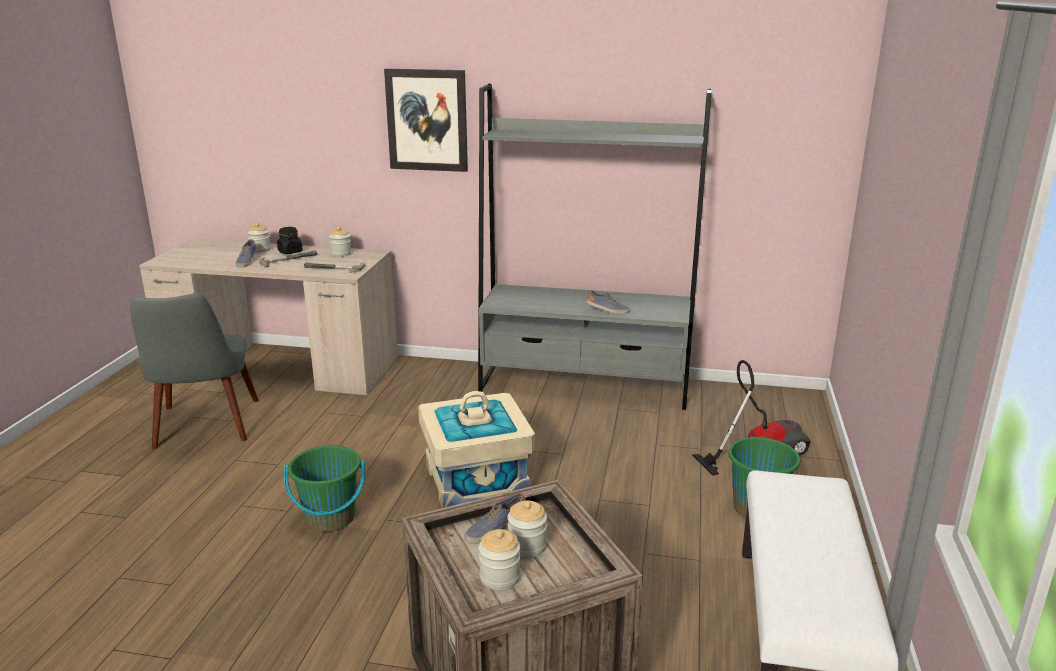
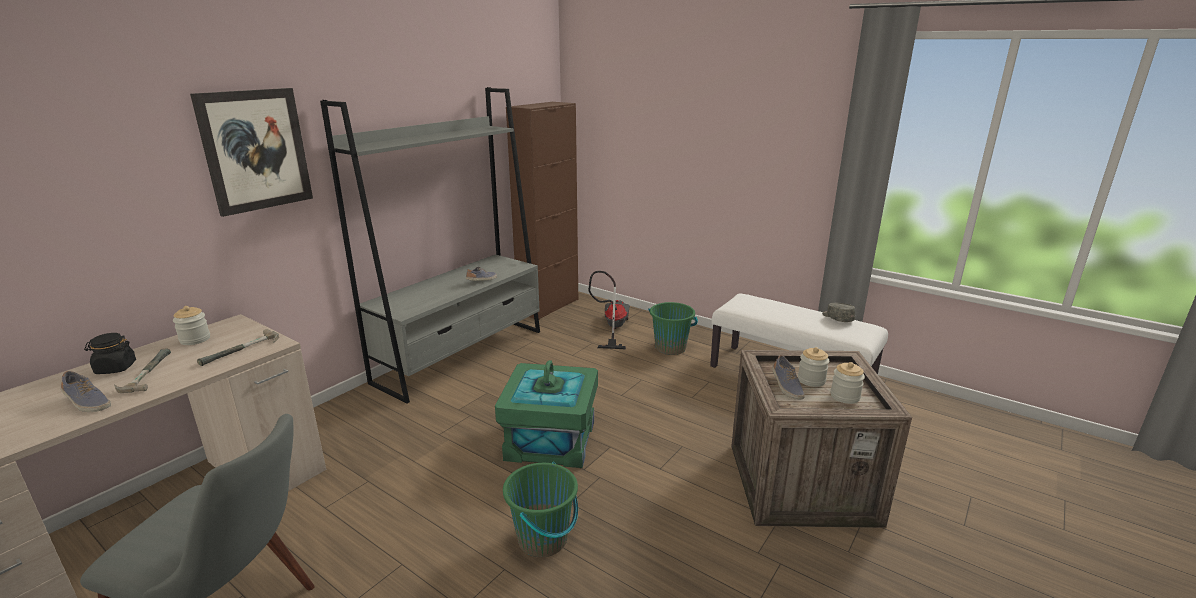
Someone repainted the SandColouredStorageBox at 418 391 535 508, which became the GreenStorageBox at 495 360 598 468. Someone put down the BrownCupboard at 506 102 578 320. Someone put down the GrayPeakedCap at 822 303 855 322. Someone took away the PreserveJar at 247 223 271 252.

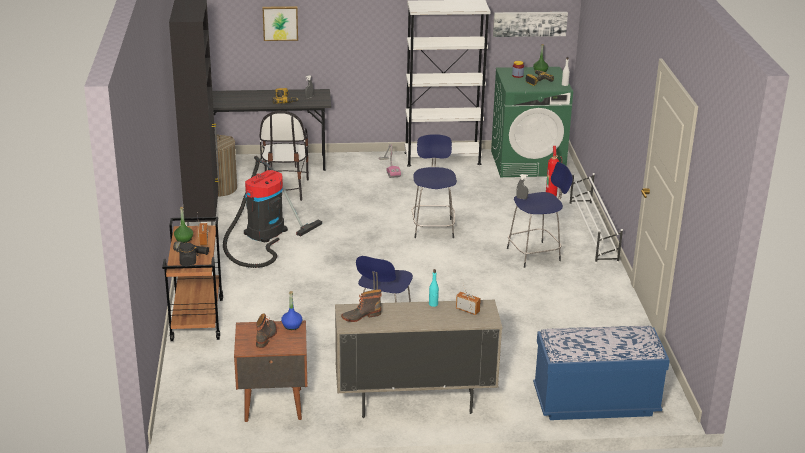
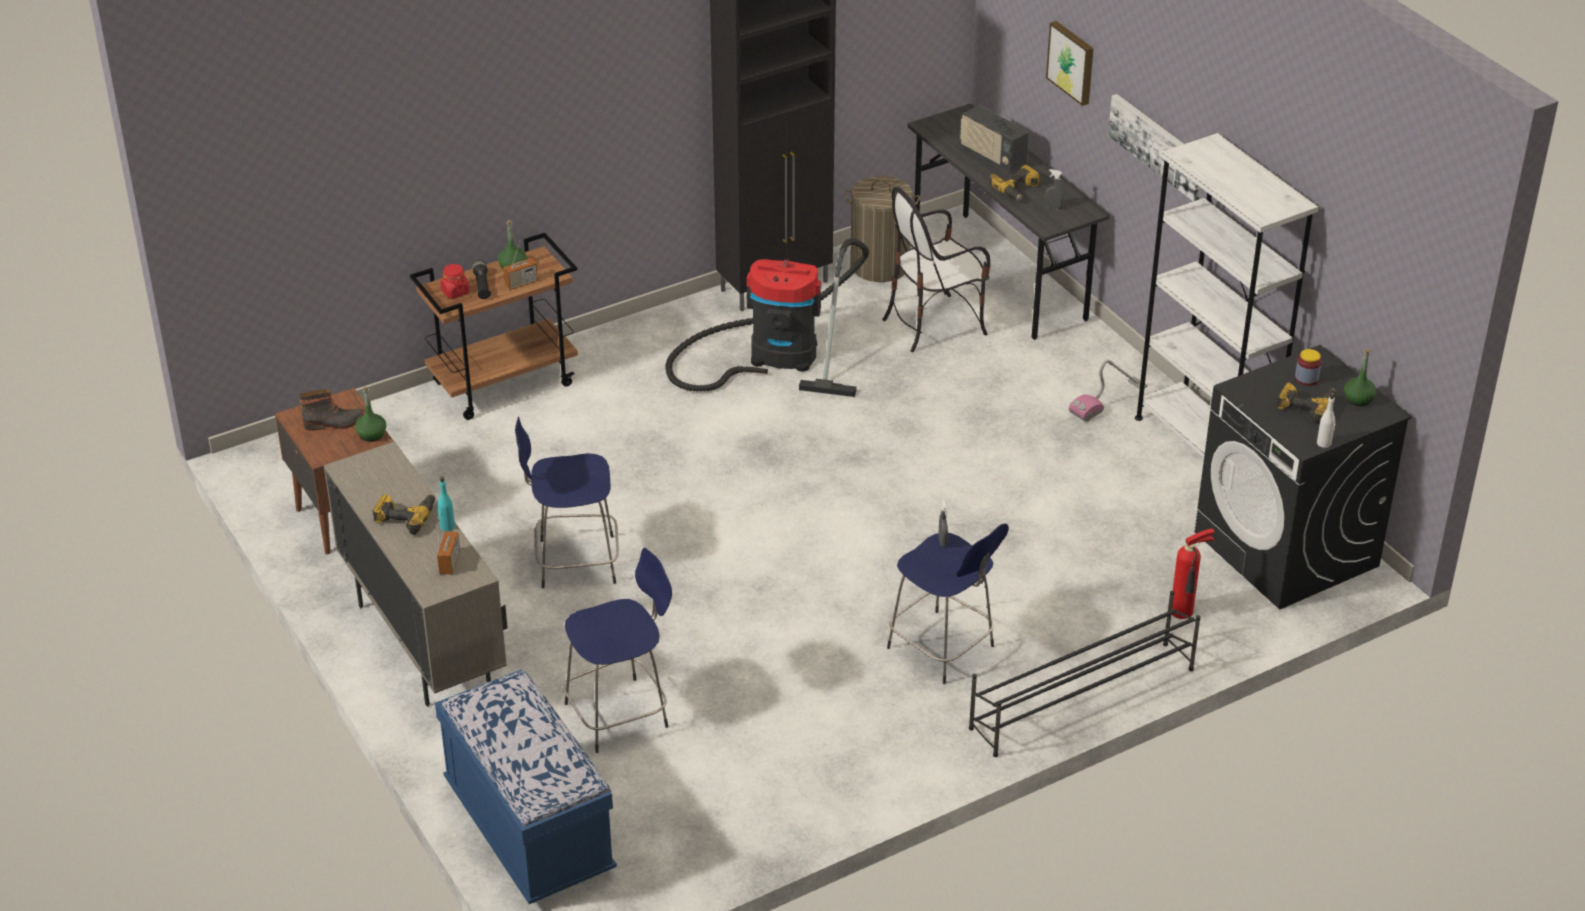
Someone repainted the BlueColouredBeverageBottle at 281 291 302 330, which became the GreenBeverageBottle at 355 387 387 442. Someone put down the PowerDrill at 373 494 435 535. Someone repainted the BlackPreserveJar at 176 243 198 265, which became the RedColouredPreserveJar at 440 264 470 299. Someone carried the BlueColouredStoolSeat from 412 134 457 238 to 563 548 672 753. Someone put down the Radio at 960 105 1029 172. Someone repainted the WhitishShoeStand at 569 173 623 264, which became the BlackShoeStand at 969 591 1200 757. Someone carried the WallArt from 493 12 568 37 to 1108 94 1201 201. Someone repainted the GreenWashingMachine at 491 67 573 177, which became the BlackWashingMachine at 1194 345 1412 609. Someone took away the HighTopBoot at 341 289 382 322.

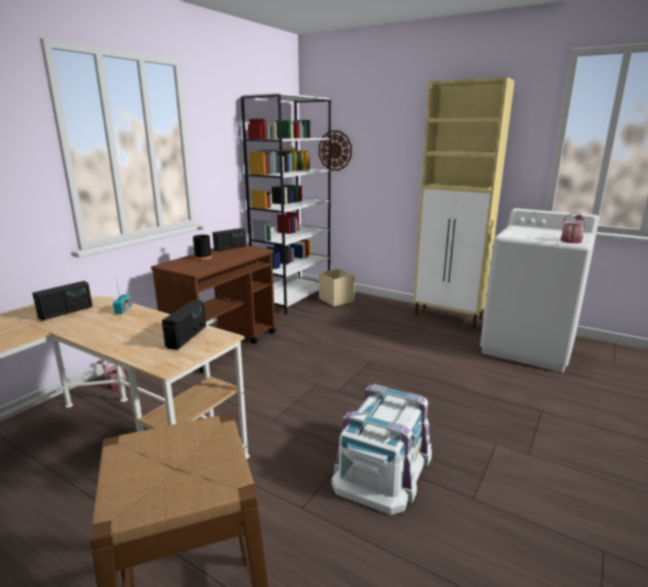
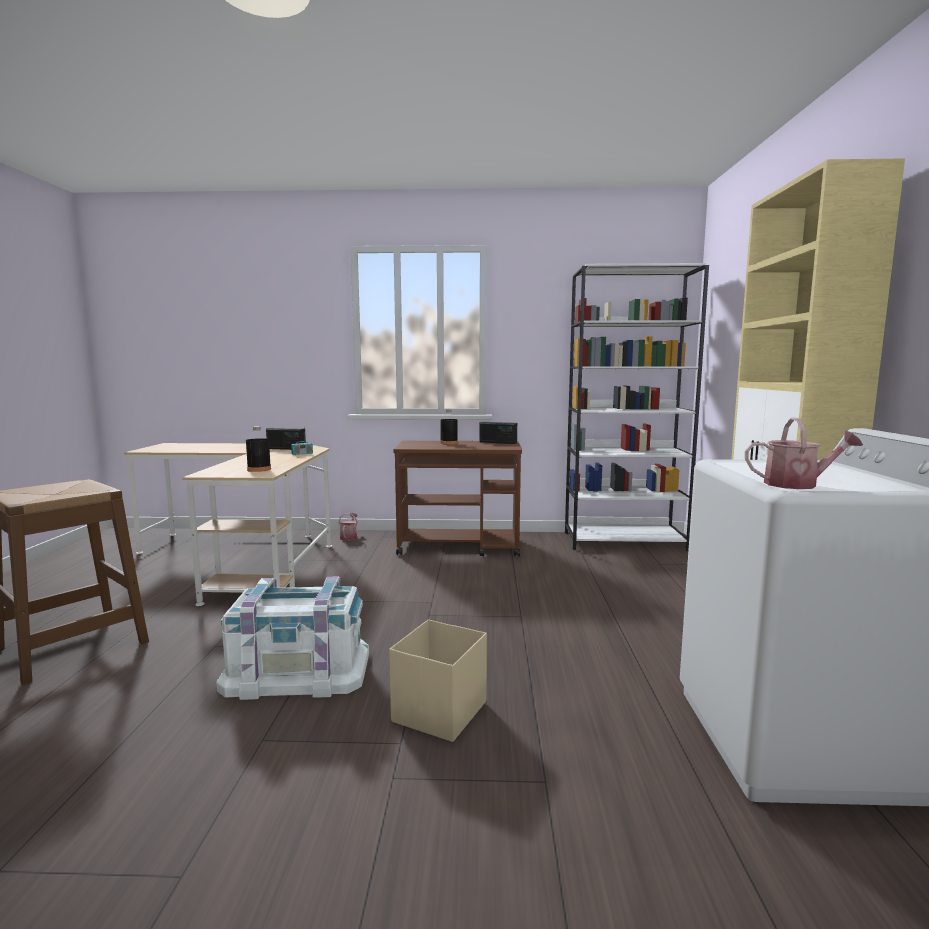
Someone swapped the Radio at 162 300 206 350 for the BlackBeverageBottle at 246 426 271 472. Someone carried the SandColouredStorageBox from 319 268 355 306 to 389 619 487 742. Someone took away the WallClock at 319 130 352 171.

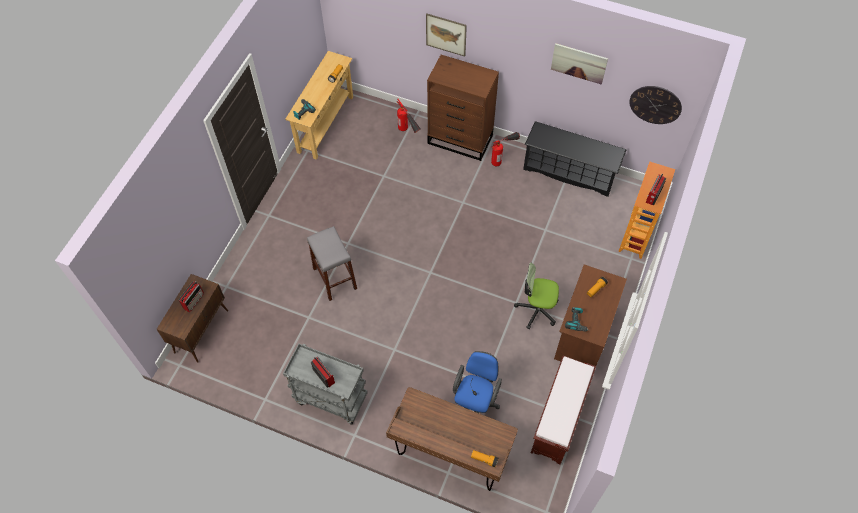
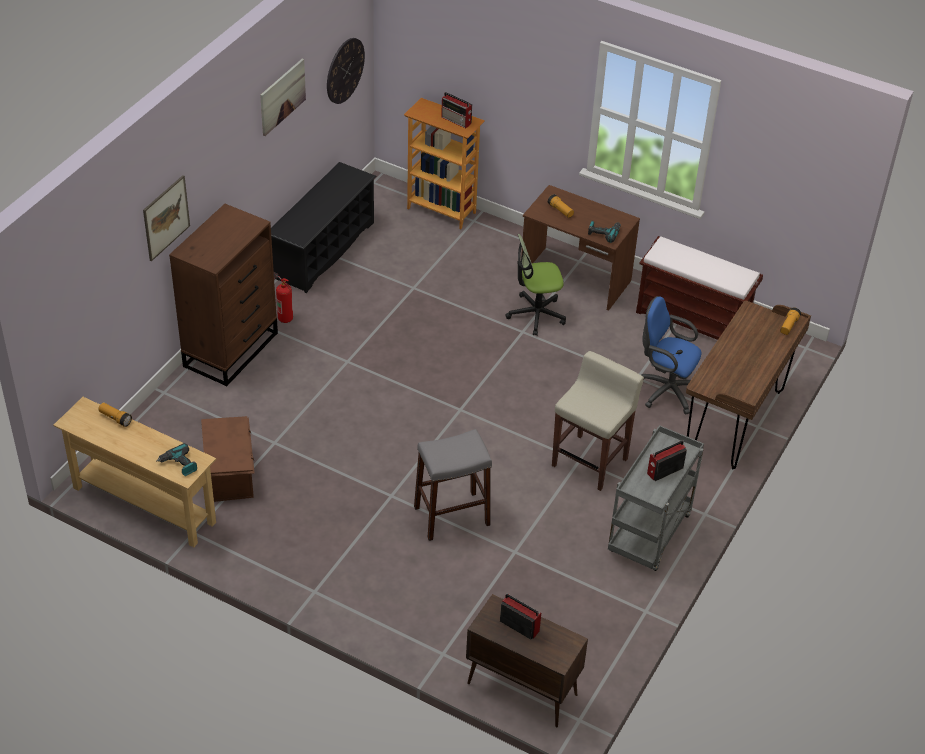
Someone put down the BrownStorageBox at 201 416 255 502. Someone rotated the OfficeChair at 514 263 559 329 by 60 degrees clockwise. Someone put down the SandColouredStoolSeat at 552 351 644 491. Someone took away the FireFightingCylinder at 397 99 421 133.

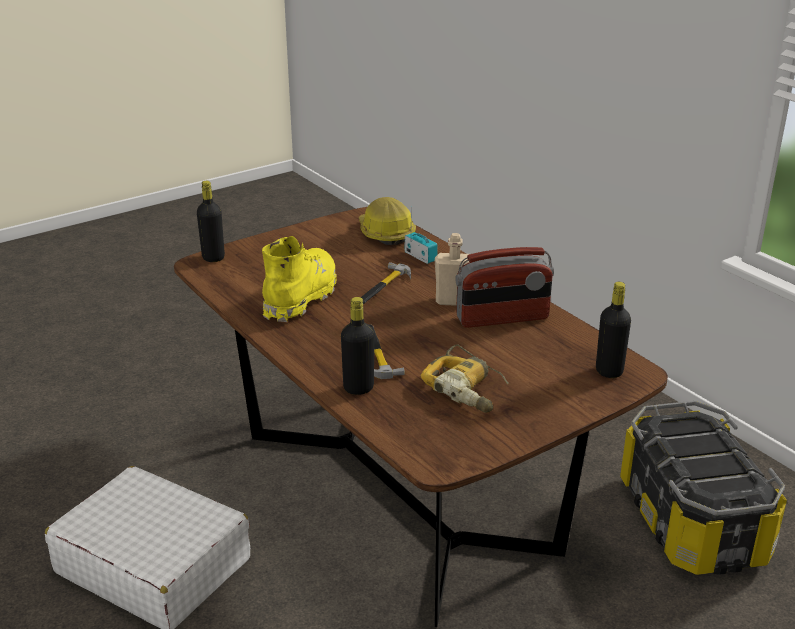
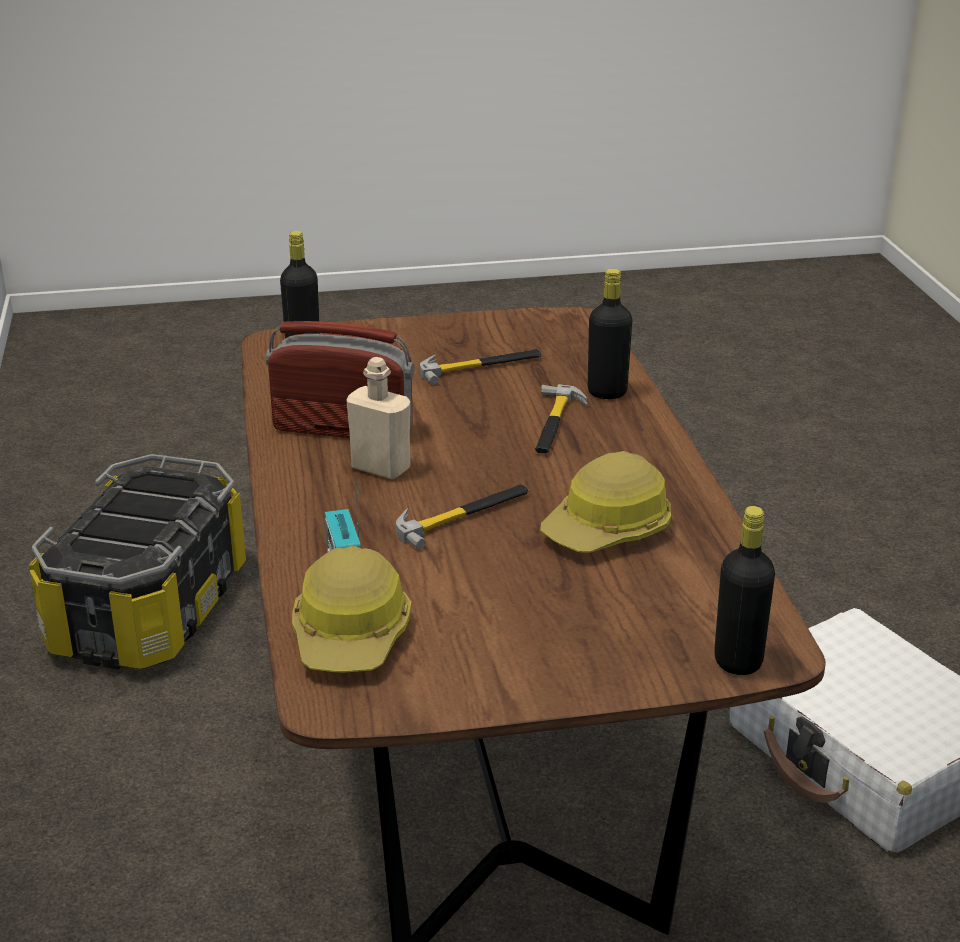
Someone swapped the PowerDrill at 421 344 509 413 for the HandHammer at 420 349 541 385. Someone swapped the YellowishHighTopBoot at 262 236 337 322 for the HardHat at 540 451 671 553.

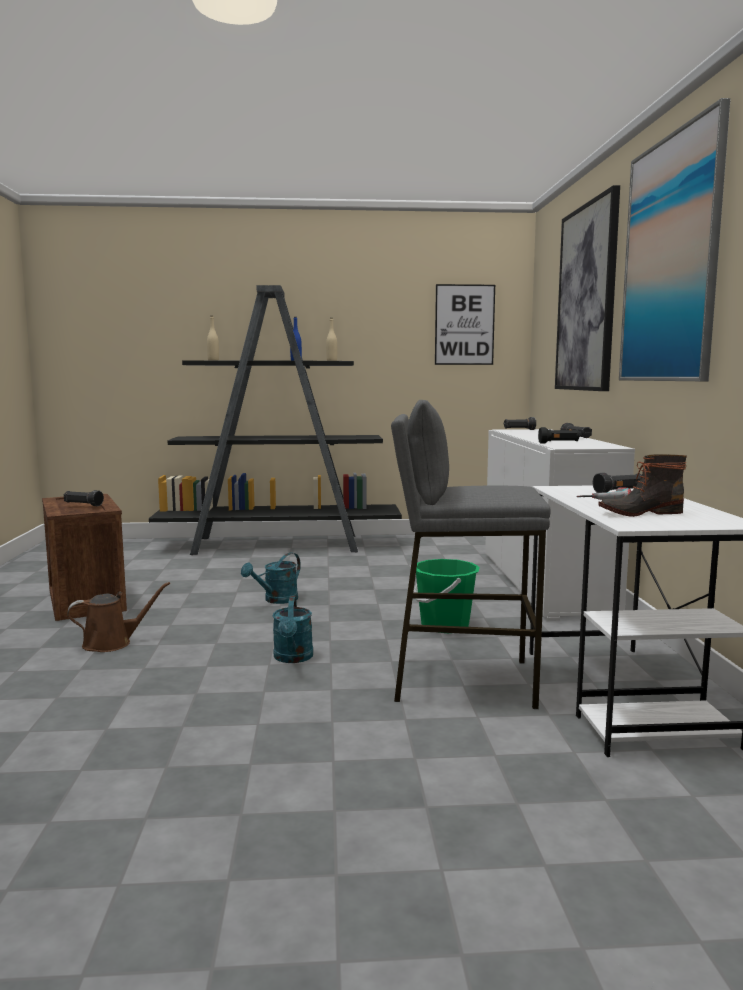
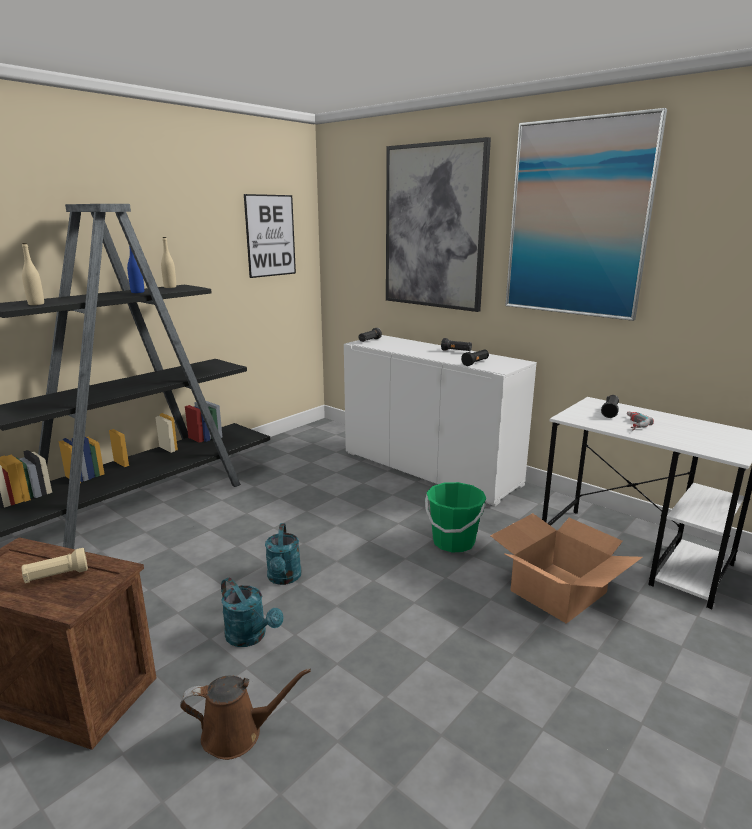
Someone repainted the BlackTorch at 64 490 104 506, which became the SandColouredTorch at 22 548 88 583. Someone rotated the BrownSprinklingCan at 67 582 170 652 by 60 degrees clockwise. Someone carried the BlueGreenSprinklingCan from 273 596 313 663 to 221 578 283 647. Someone swapped the GrayStoolSeat at 391 400 551 709 for the Carton at 490 513 643 624. Someone took away the HighTopBoot at 598 454 687 517.

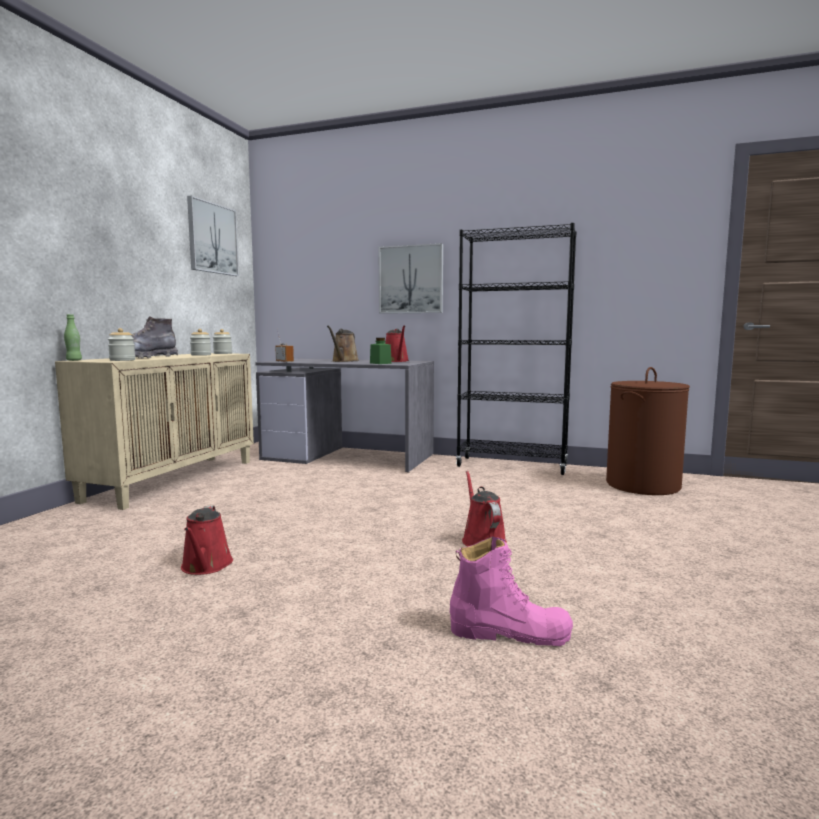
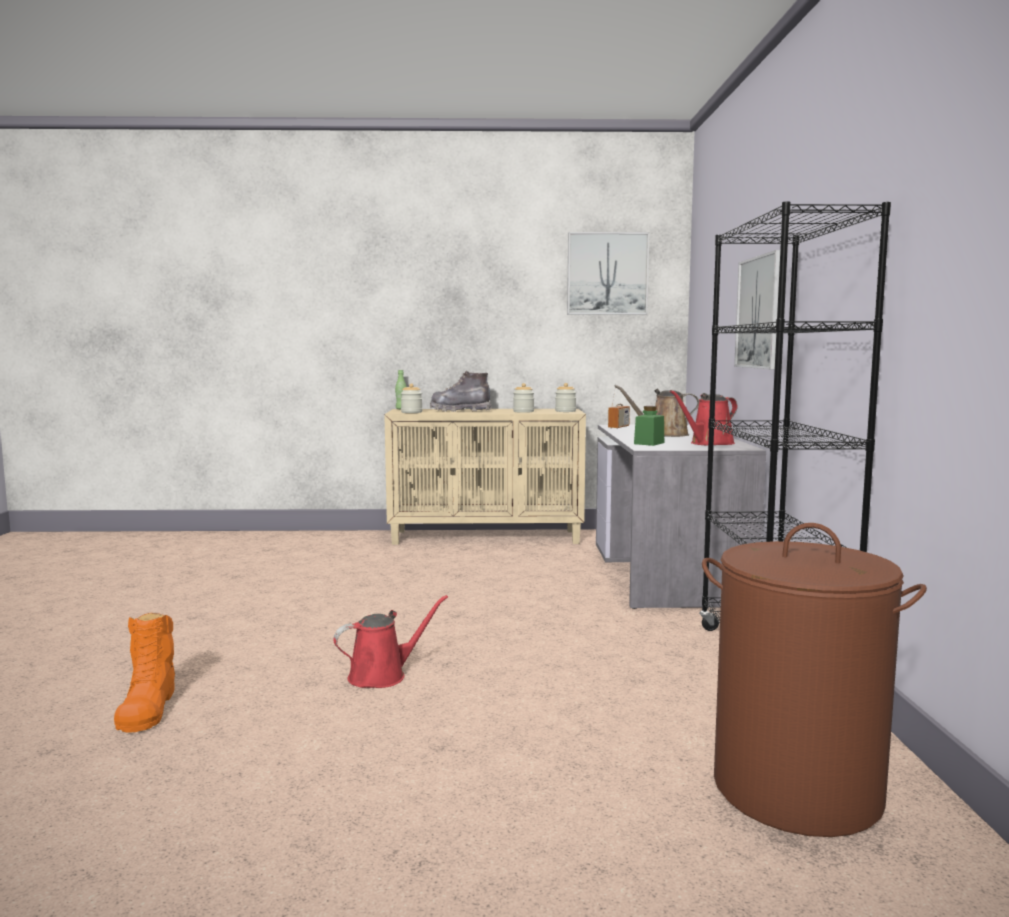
Someone repainted the PinkColouredHighTopBoot at 450 536 573 646, which became the OrangeHighTopBoot at 114 613 175 733. Someone took away the RedColouredSprinklingCan at 181 505 233 575.

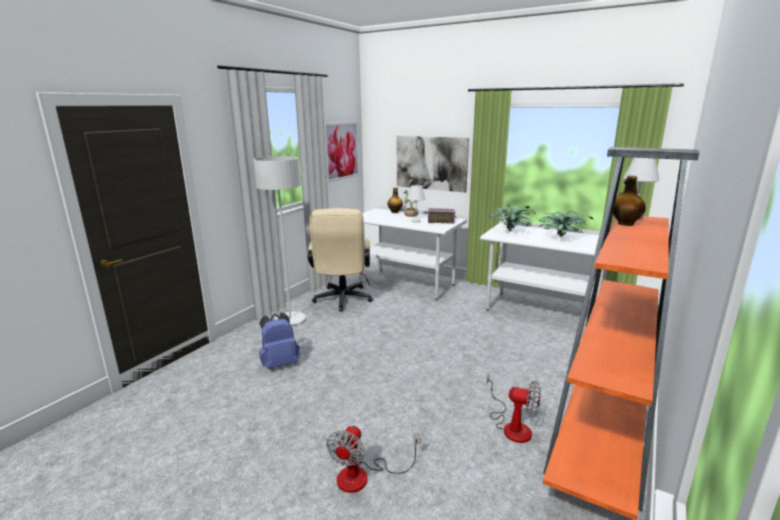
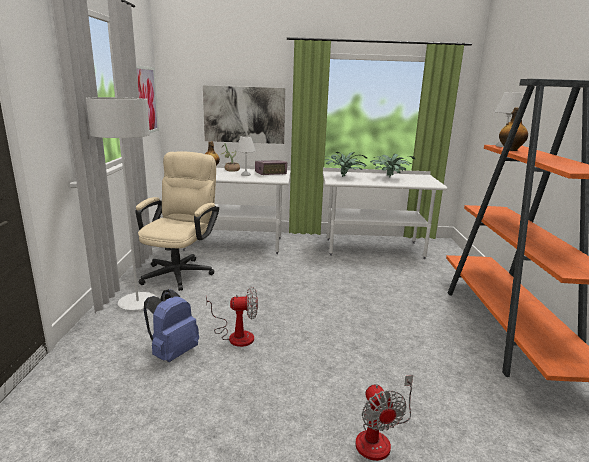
Someone rotated the SandColouredOfficeChair at 308 208 373 312 by 135 degrees counterclockwise. Someone carried the ElectricFan from 487 373 541 443 to 206 287 258 347.

